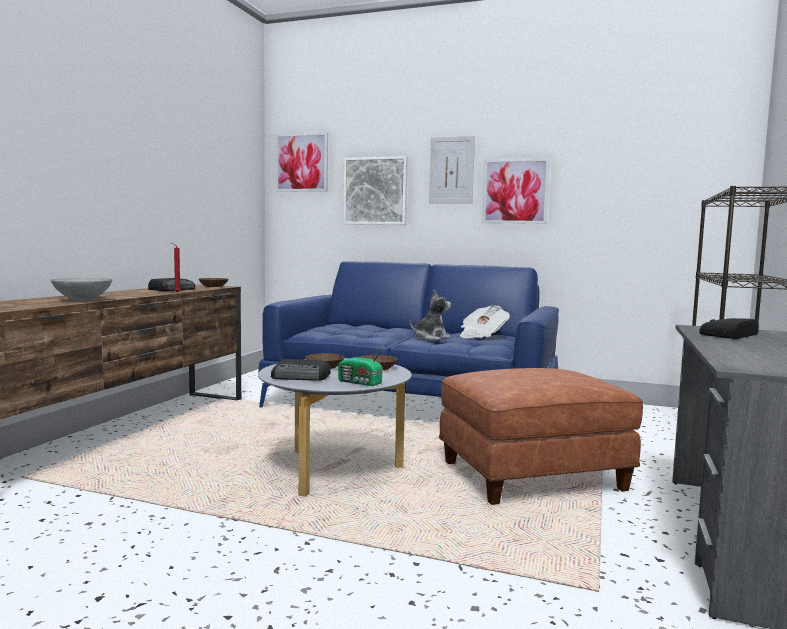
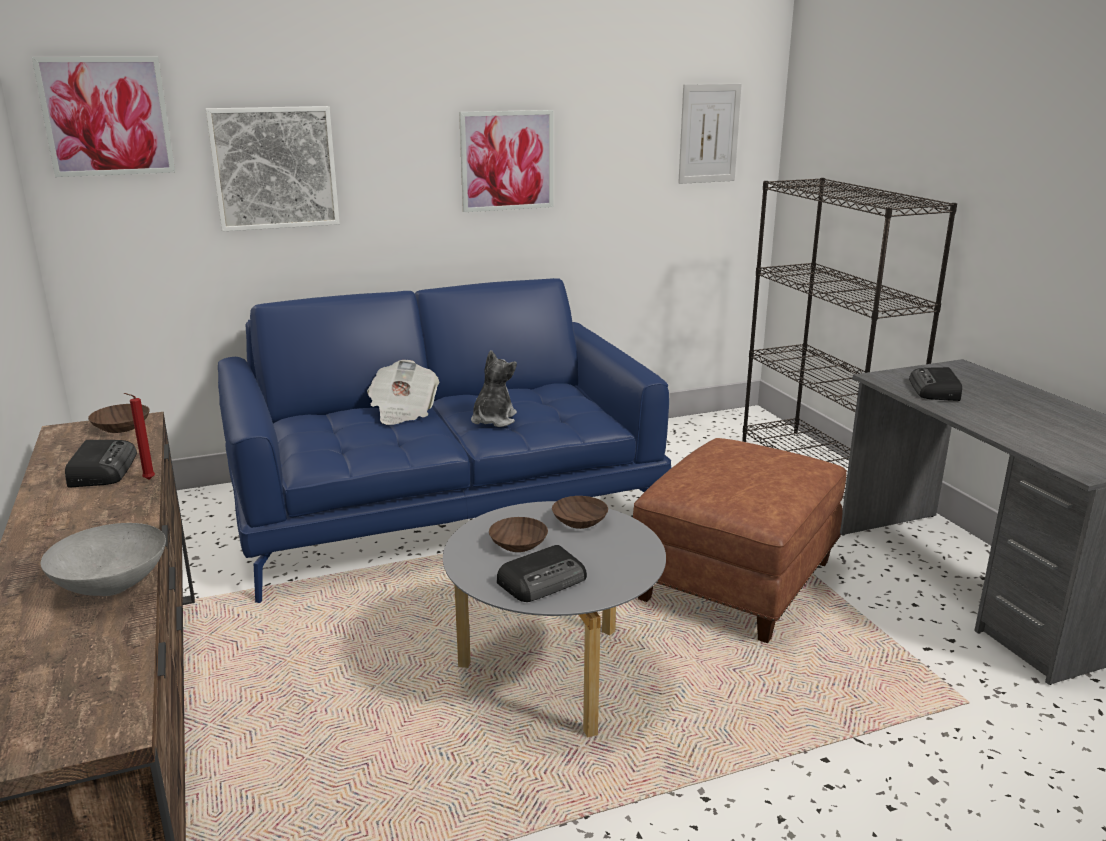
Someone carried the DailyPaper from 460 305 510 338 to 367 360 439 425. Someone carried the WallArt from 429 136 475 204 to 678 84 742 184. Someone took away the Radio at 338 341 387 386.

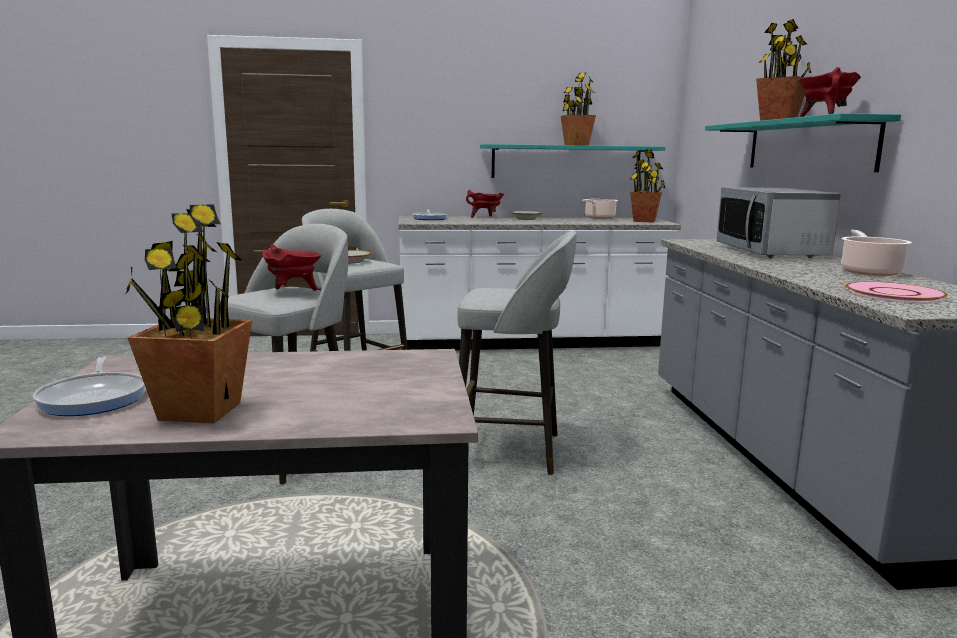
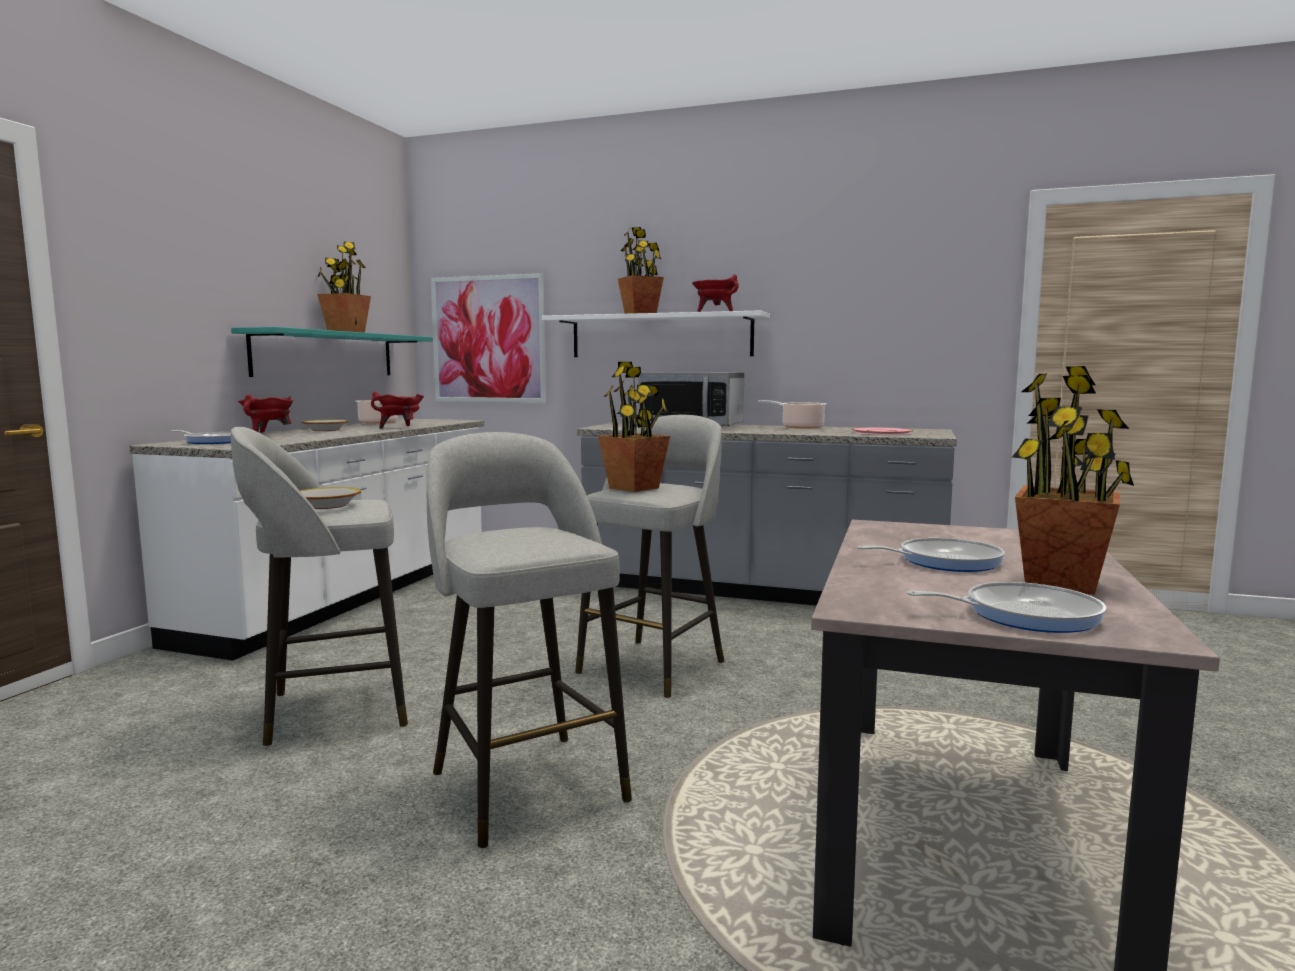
Someone carried the RedColouredStockpot from 262 244 322 291 to 371 391 424 429. Someone put up the WallArt at 431 273 546 403. Someone repainted the BlueGreenWallShelf at 705 113 901 172, which became the WhitishWallShelf at 542 310 770 357. Someone carried the PottedPlant from 630 149 665 223 to 598 362 670 492. Someone put down the Pan at 857 538 1005 572.

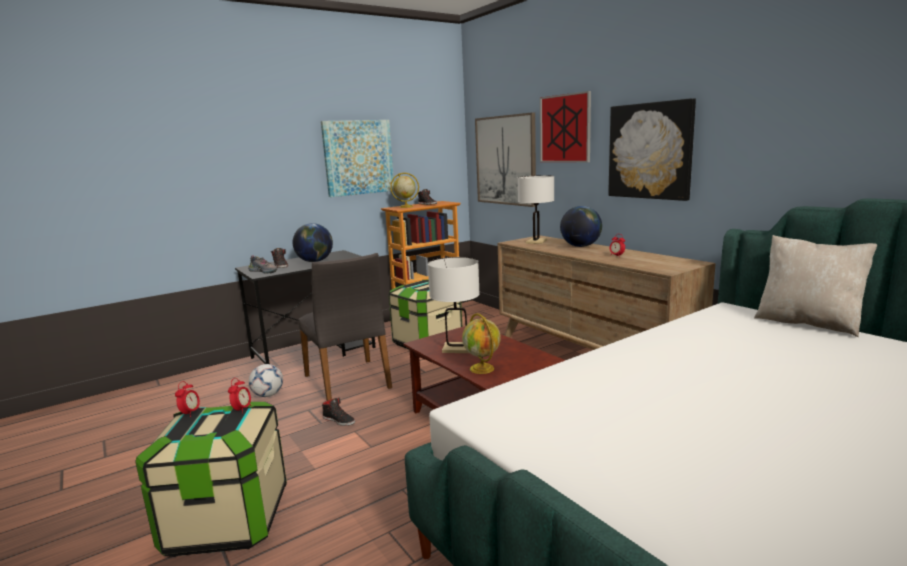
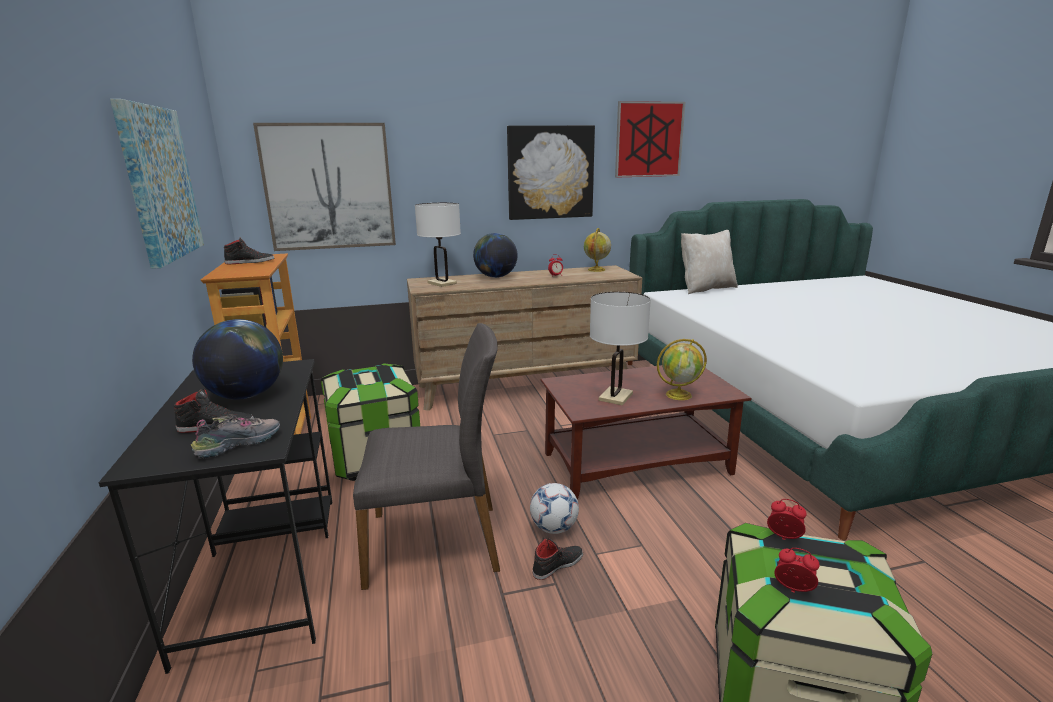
Someone carried the Football from 249 364 283 397 to 530 483 579 534. Someone carried the DeskGlobe from 390 173 419 208 to 584 228 611 272. Someone carried the WallArt from 540 91 591 162 to 615 101 685 178.

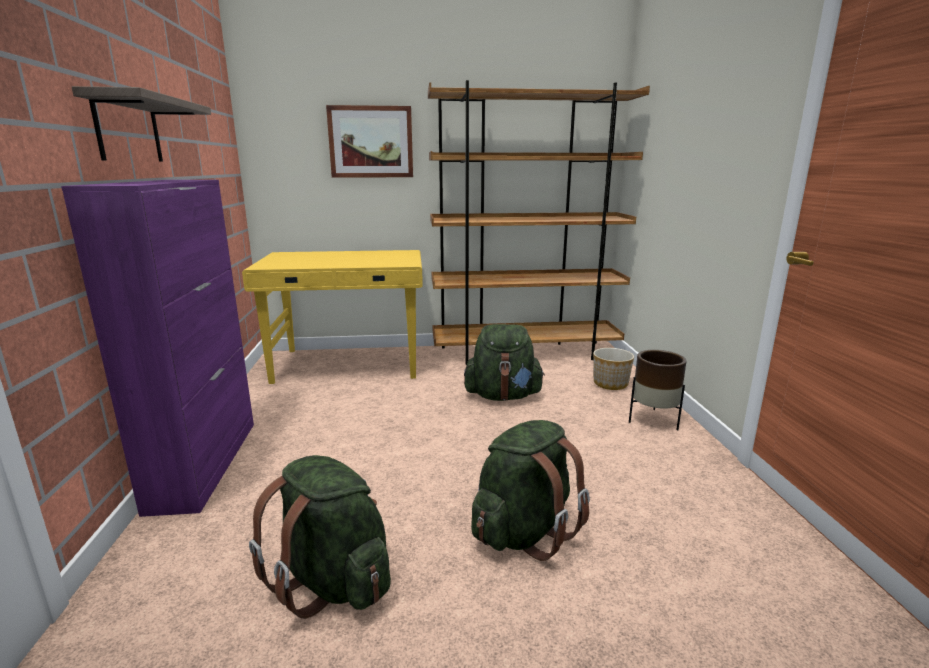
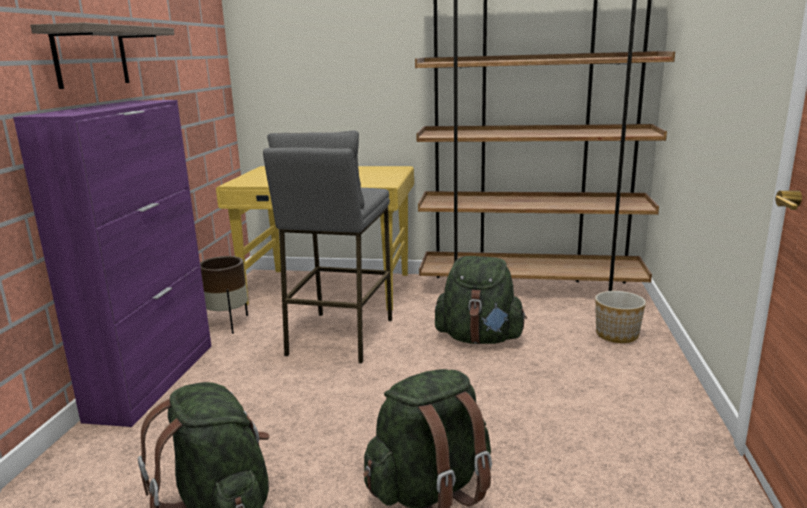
Someone carried the BrownFlowerPot from 629 350 686 431 to 200 256 248 334. Someone put down the GrayStoolSeat at 263 130 392 364. Someone took away the WallArt at 326 105 413 177.

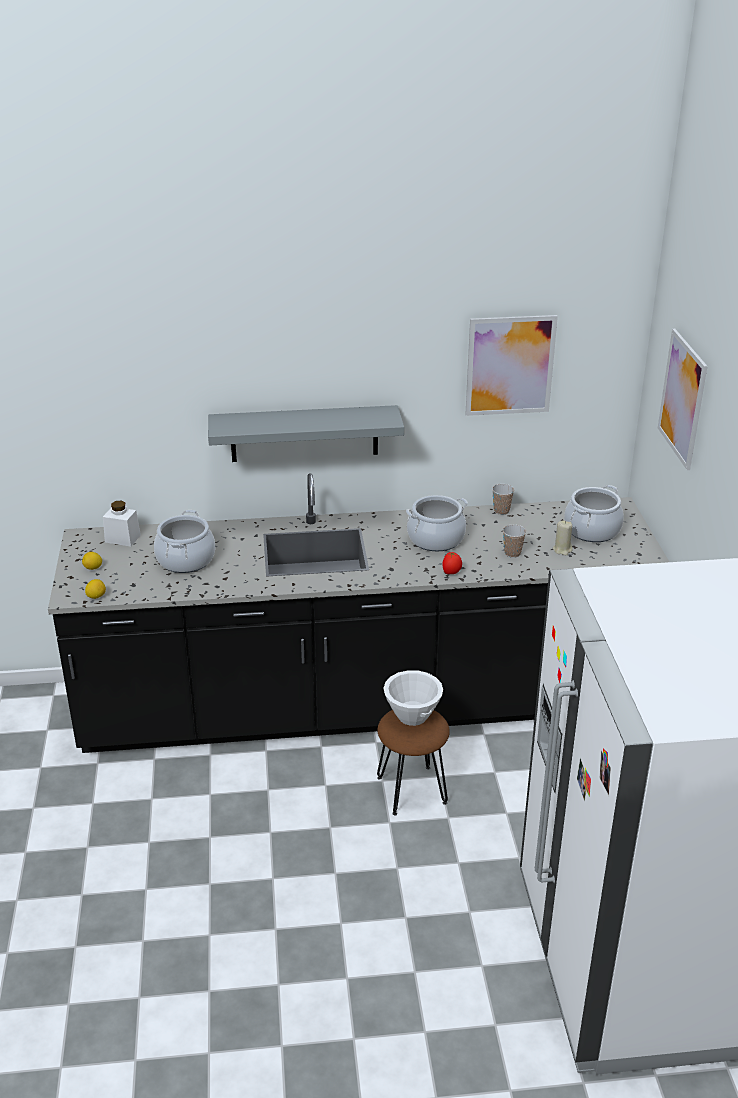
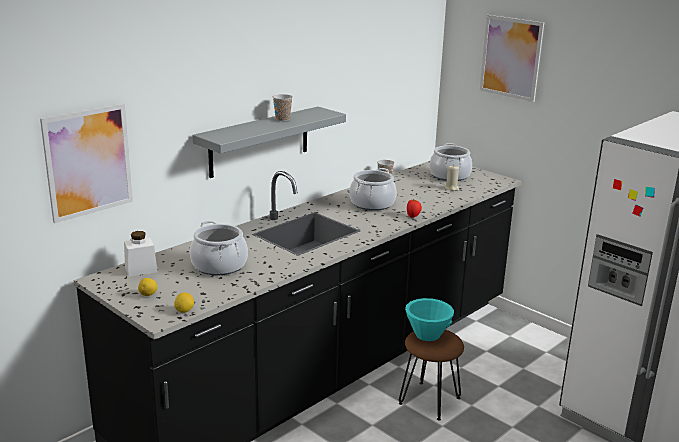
Someone carried the WallArt from 465 315 558 416 to 40 104 133 223. Someone carried the Cup from 503 524 526 558 to 273 94 293 121. Someone repainted the WhitishServingBowl at 383 670 443 726, which became the BlueGreenServingBowl at 405 298 454 341.

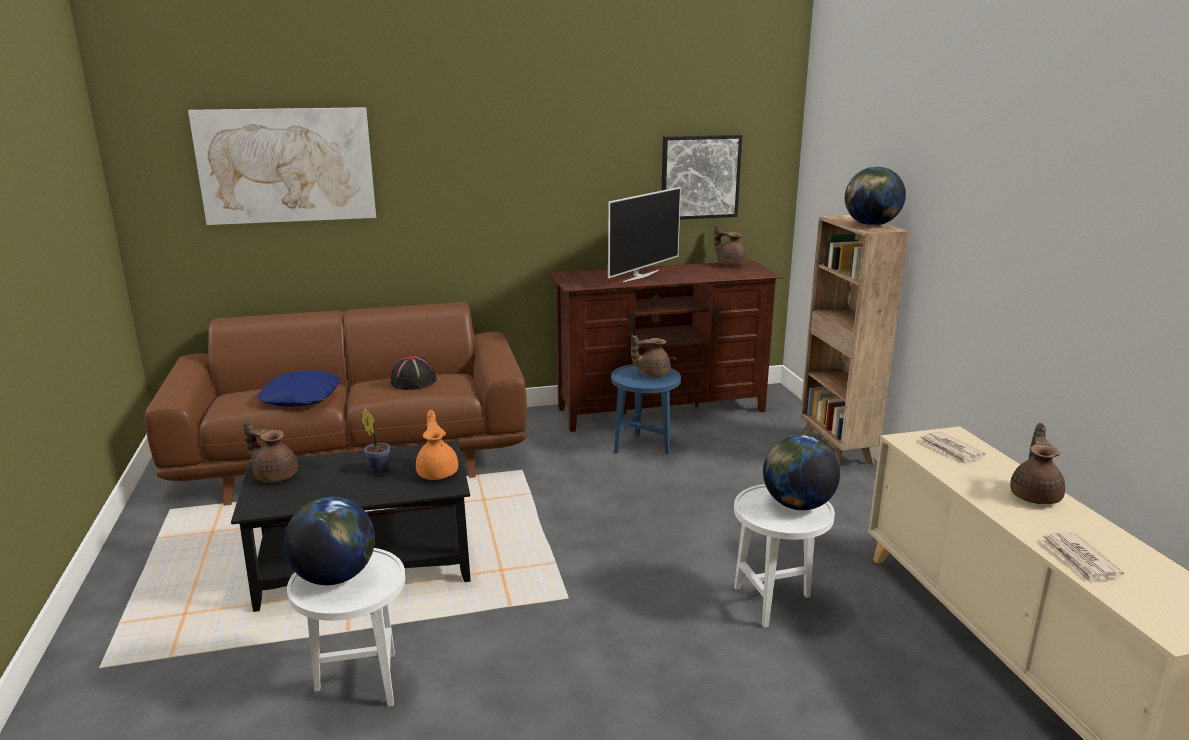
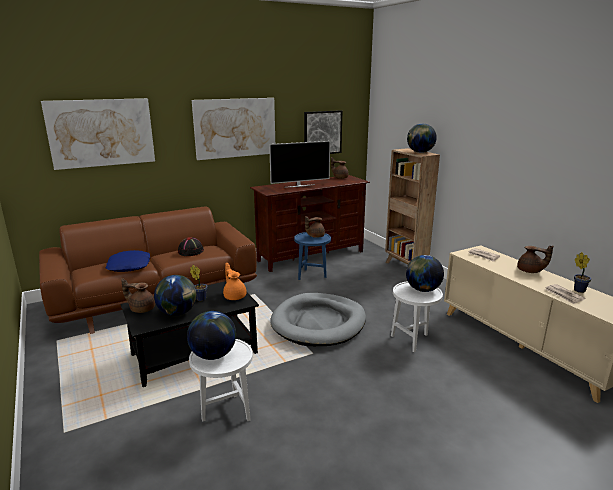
Someone put down the DeskGlobe at 154 275 197 316. Someone put up the WallArt at 192 98 275 160. Someone rotated the Television at 608 187 681 282 by 45 degrees clockwise. Someone put down the GrayDogCushion at 270 293 366 346. Someone rotated the BrownTeaPot at 1010 422 1065 504 by 120 degrees clockwise. Someone put down the PottedPlant at 574 252 591 293.

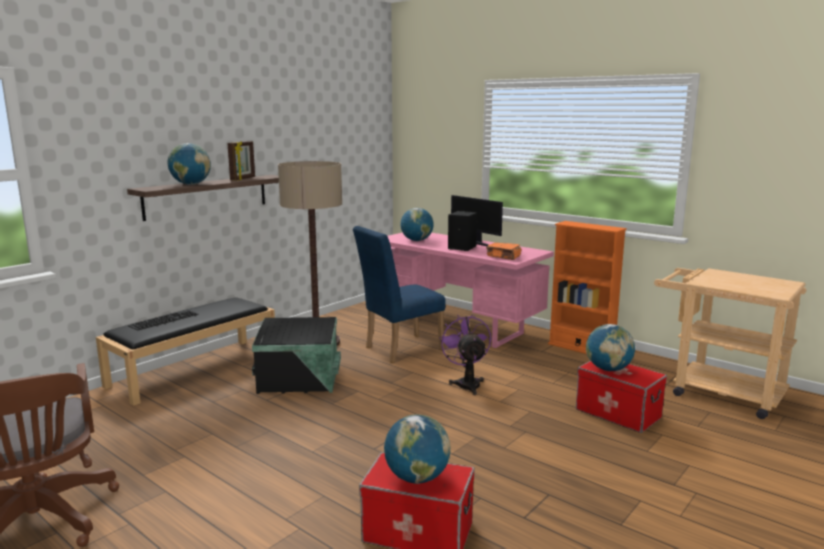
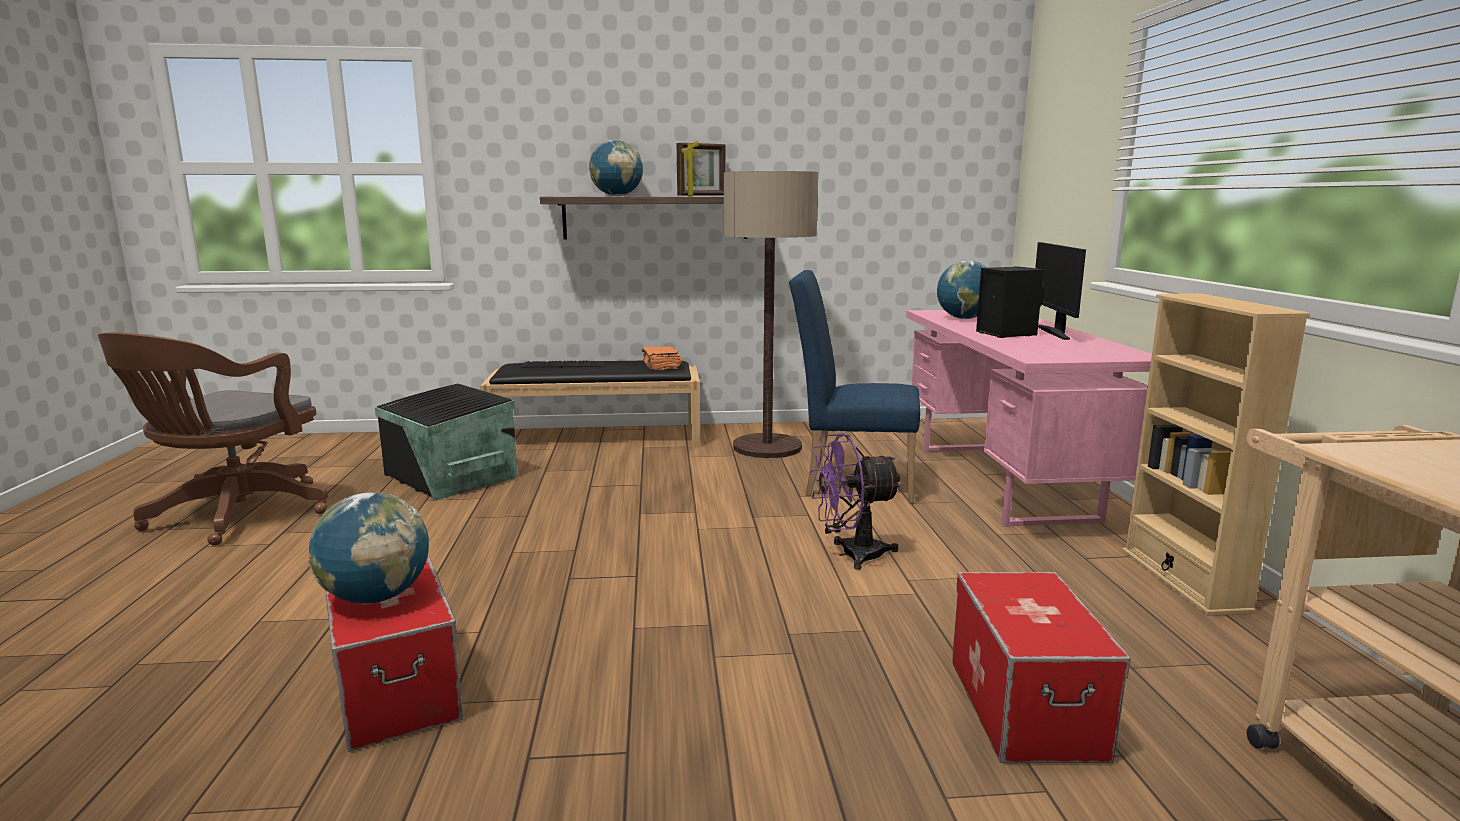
Someone carried the BlackStorageBox from 252 317 341 394 to 375 384 518 501. Someone carried the OrangeBook from 486 242 521 260 to 642 346 681 370. Someone rotated the PurpleColouredElectricFan at 439 315 491 395 by 135 degrees counterclockwise. Someone repainted the OrangeShelvingUnit at 548 221 627 354, which became the SandColouredShelvingUnit at 1122 293 1310 616. Someone took away the DeskGlobe at 586 324 635 371.

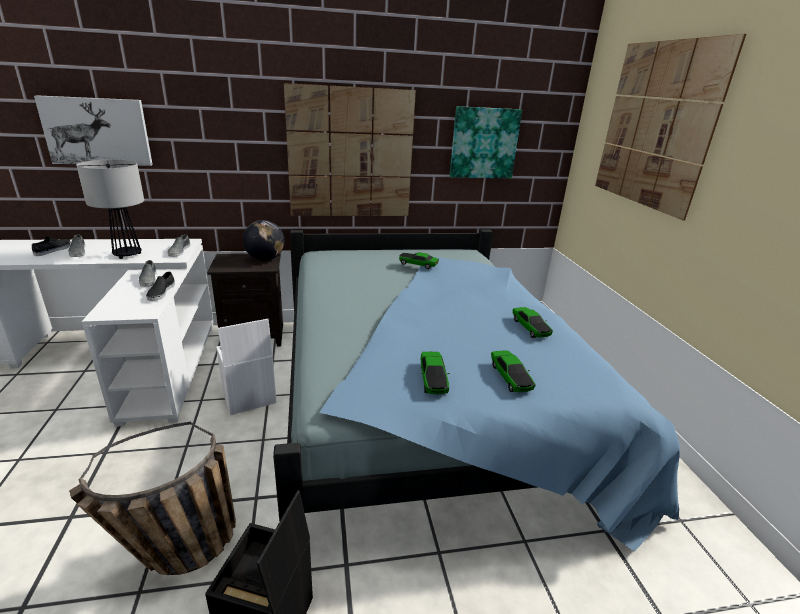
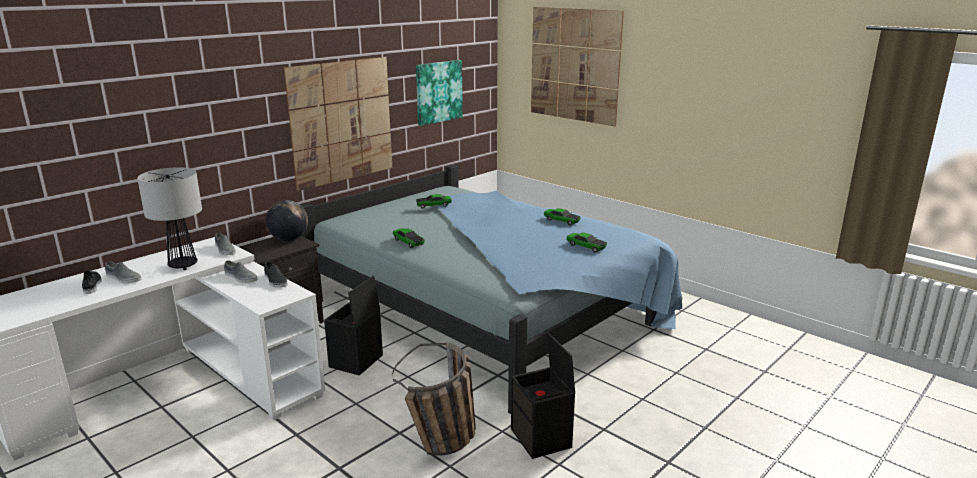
Someone repainted the WhitishStorageBox at 216 319 277 415, which became the BlackStorageBox at 324 276 383 376. Someone carried the MiniatureCar from 421 352 450 394 to 393 228 425 248. Someone took away the WallArt at 34 95 153 166.

